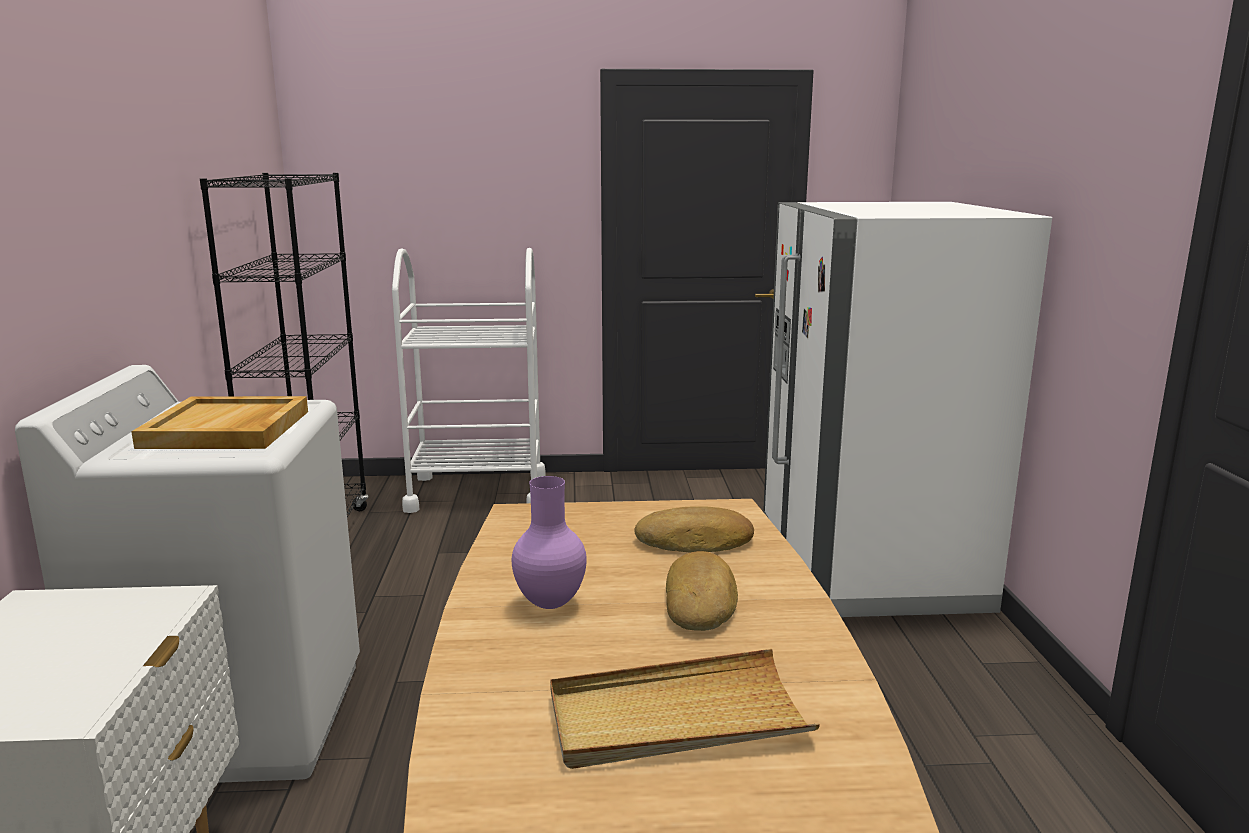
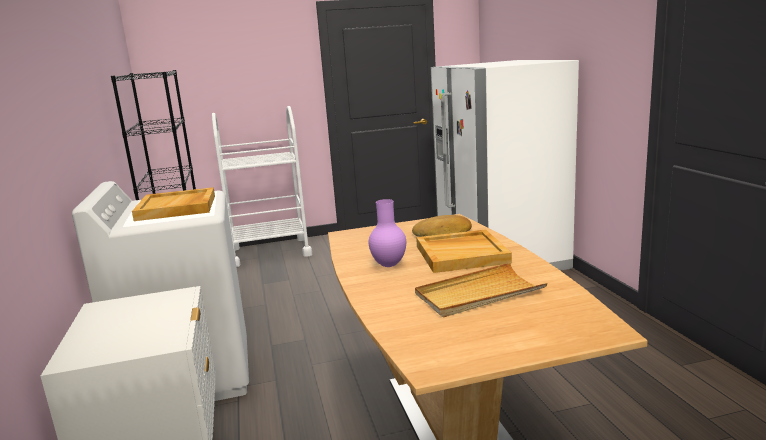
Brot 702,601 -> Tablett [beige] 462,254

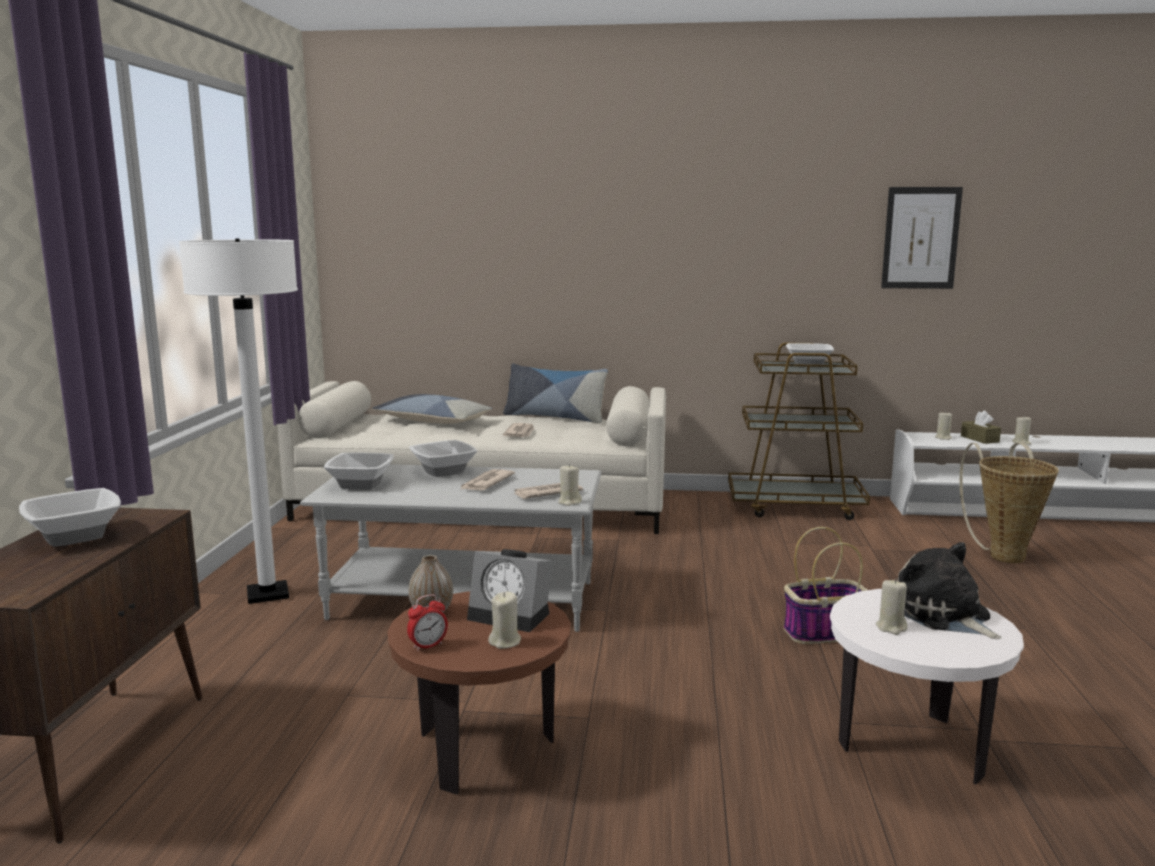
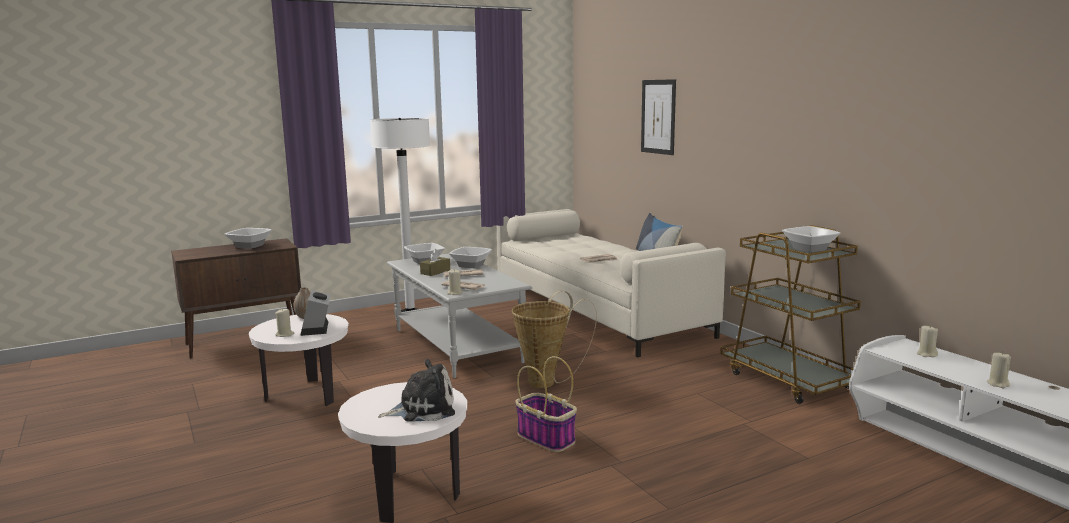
Kissen 432,421 -> none
Wecker 428,646 -> none
Kerze [beige] 891,627 -> none
Bild 920,238 -> Bild 658,117, relocated
Korb 1003,554 -> Korb 547,382, relocated
Taschentuchbox [braun] 979,439 -> Taschentuchbox [braun] 435,272, relocated
Beistelltisch [braun] 484,750 -> Beistelltisch [weiß] 305,395
Plüschtier 943,615 -> Plüschtier 423,409, 45 degrees clockwise

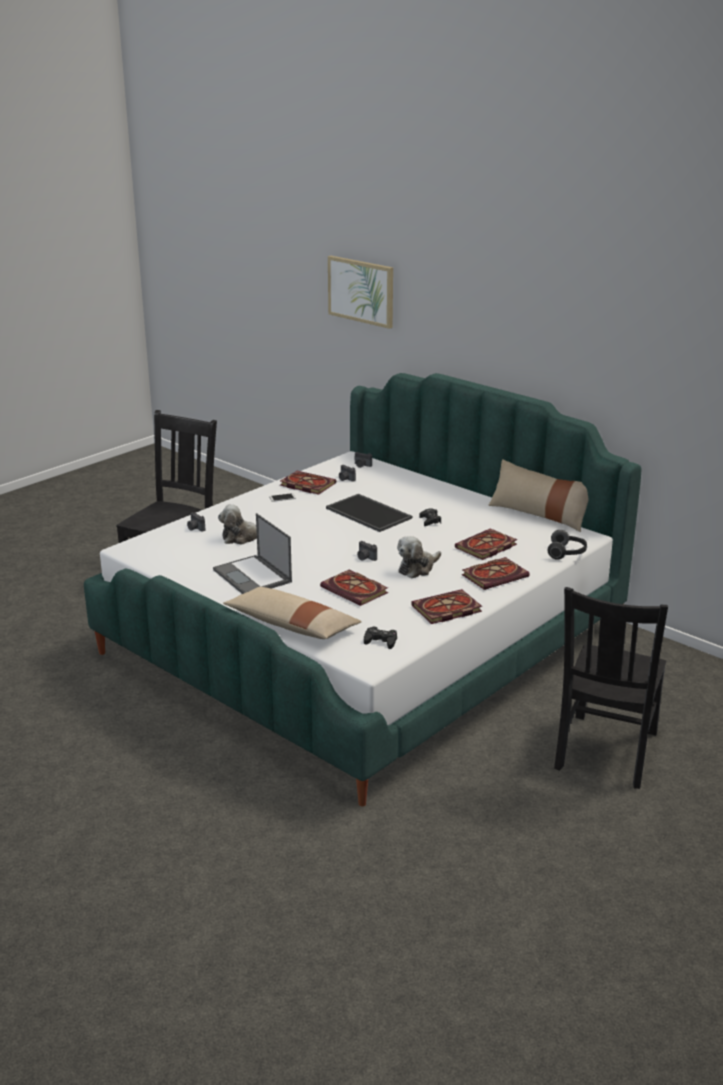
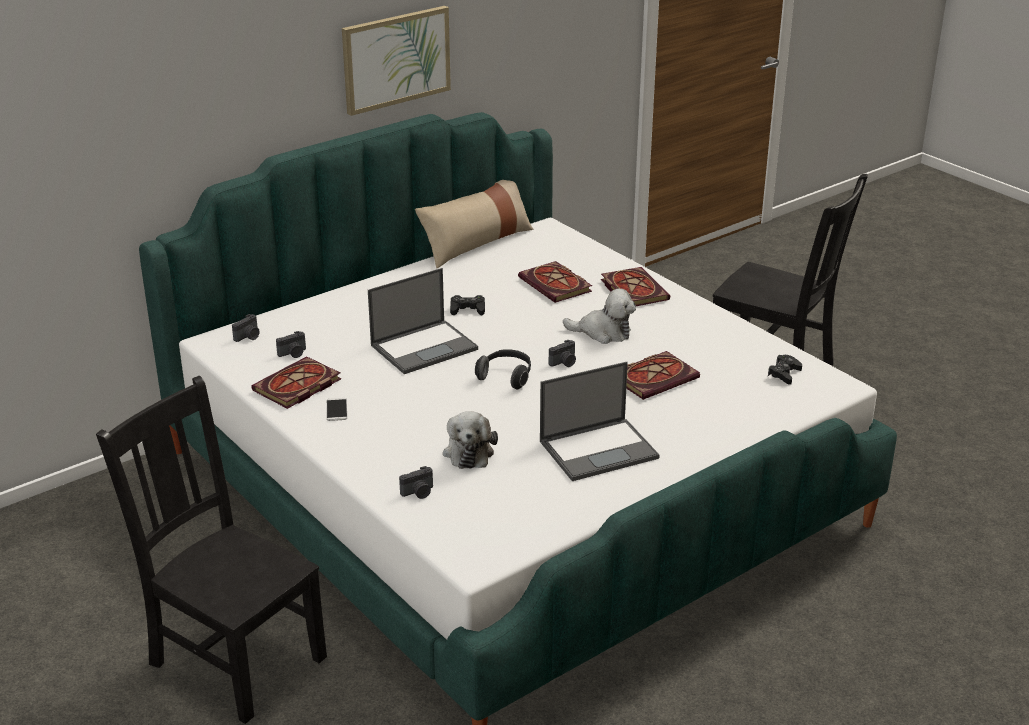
Kissen [beige] 292,625 -> none
Buch 446,610 -> none
Bild 361,291 -> Bild 396,59, relocated
Kopfhörer 567,553 -> Kopfhörer 506,377, relocated
Tablett 370,513 -> Laptop 425,347
Plüschtier 417,568 -> Plüschtier 603,332, 45 degrees counterclockwise

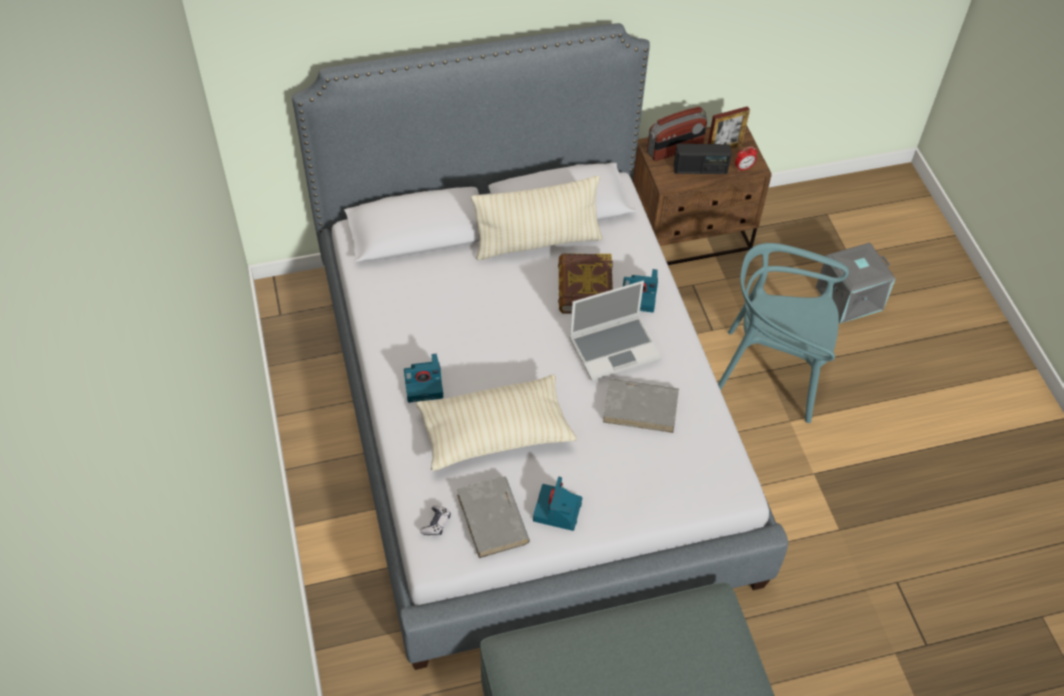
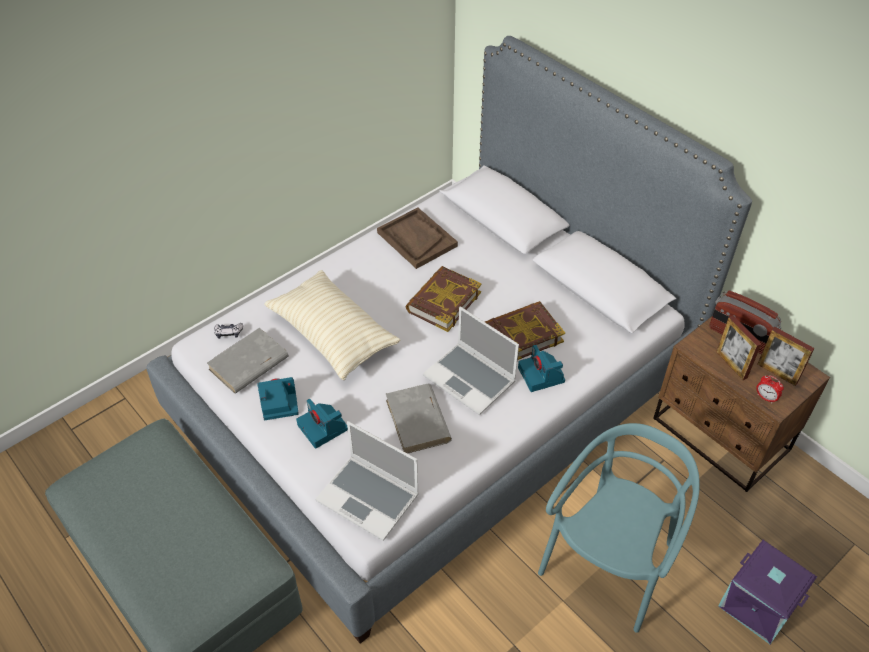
Kissen [beige] 537,242 -> none
none -> Laptop 369,498
none -> Tablett [braun] 416,239
none -> Buch 443,302
Kamera 424,384 -> Kamera 324,428, relocated
Radio 700,169 -> Bilderrahmen 731,365
Aufbewahrungsbox [grau] 849,297 -> Aufbewahrungsbox [lila] 759,604
Stuhl [türkis] 771,372 -> Stuhl [türkis] 609,563, 45 degrees clockwise

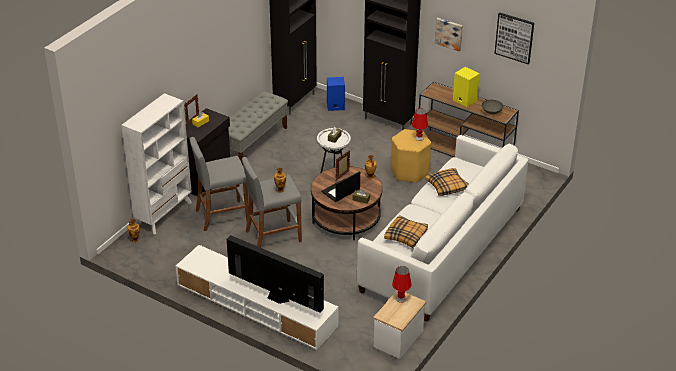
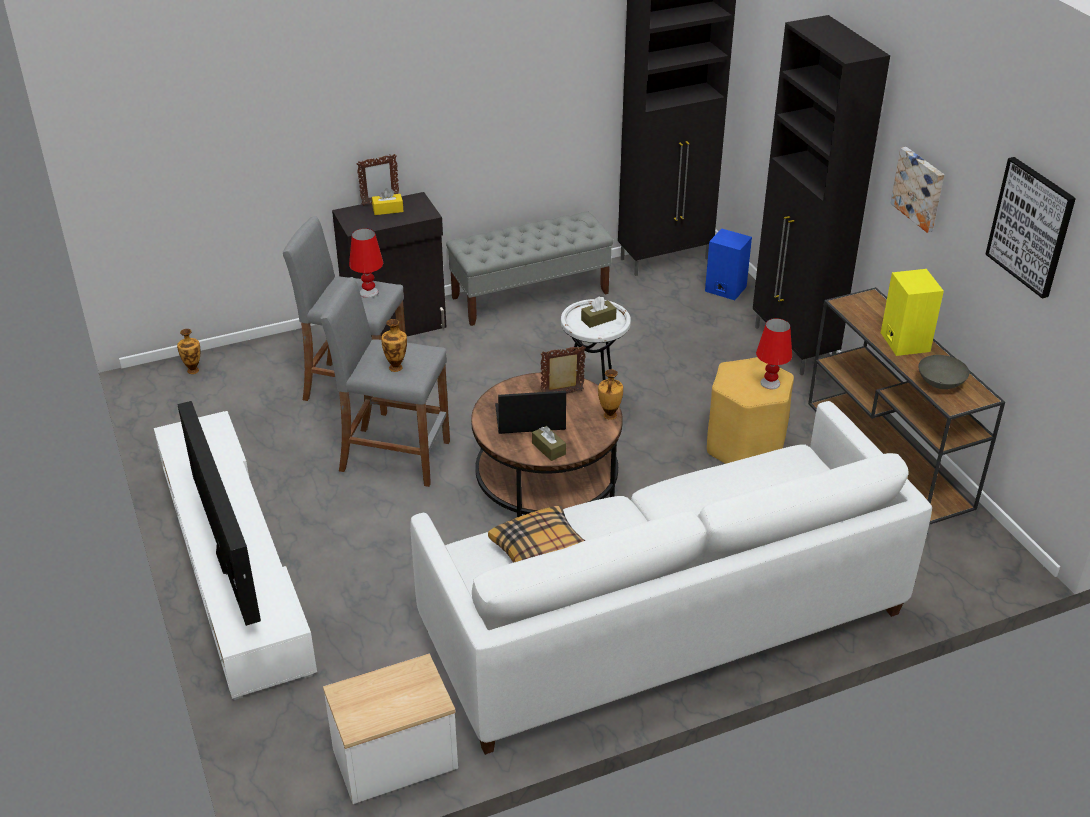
Bücherregal [weiß] 164,214 -> none
Kissen 447,186 -> none
Tischlampe [rot] 400,298 -> Tischlampe [rot] 369,292, relocated

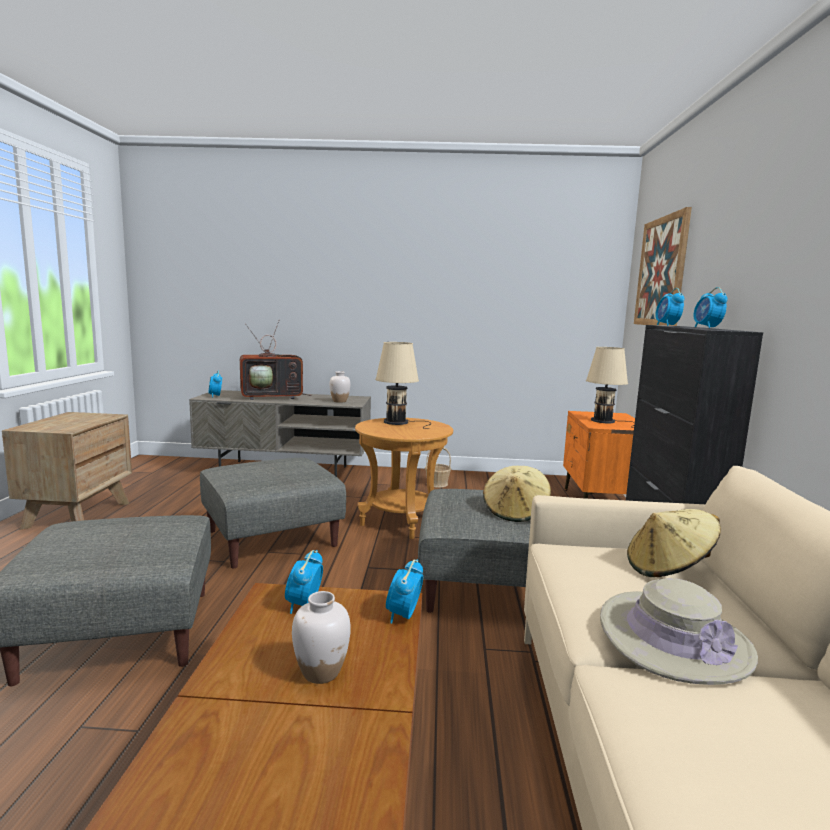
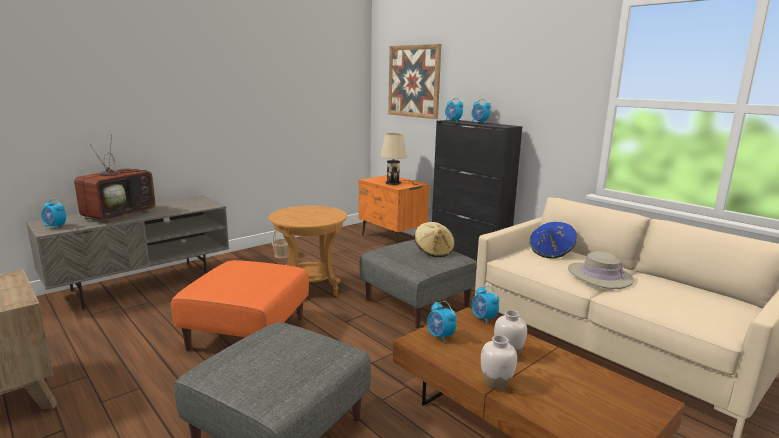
Tischlampe [beige] 399,422 -> none
Vase [weiß] 339,401 -> Vase [weiß] 496,384, relocated
Polsterhocker [grau] 272,538 -> Polsterhocker [orange] 247,333
Hut [beige] 668,569 -> Hut [blau] 551,253

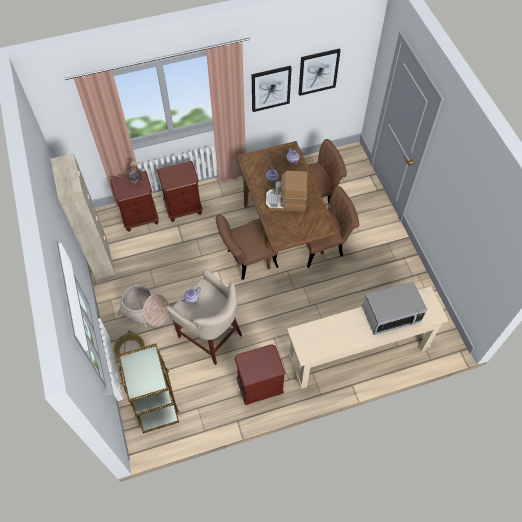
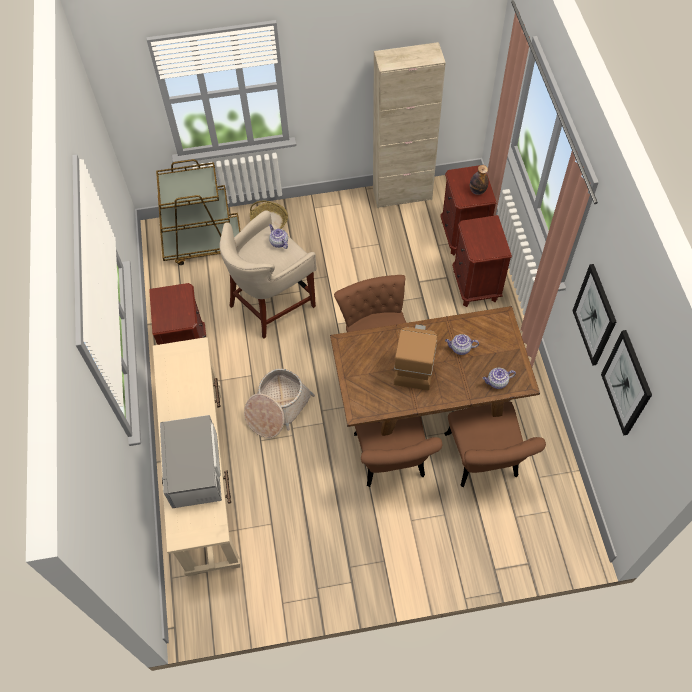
Korb 145,310 -> Korb 277,408, relocated

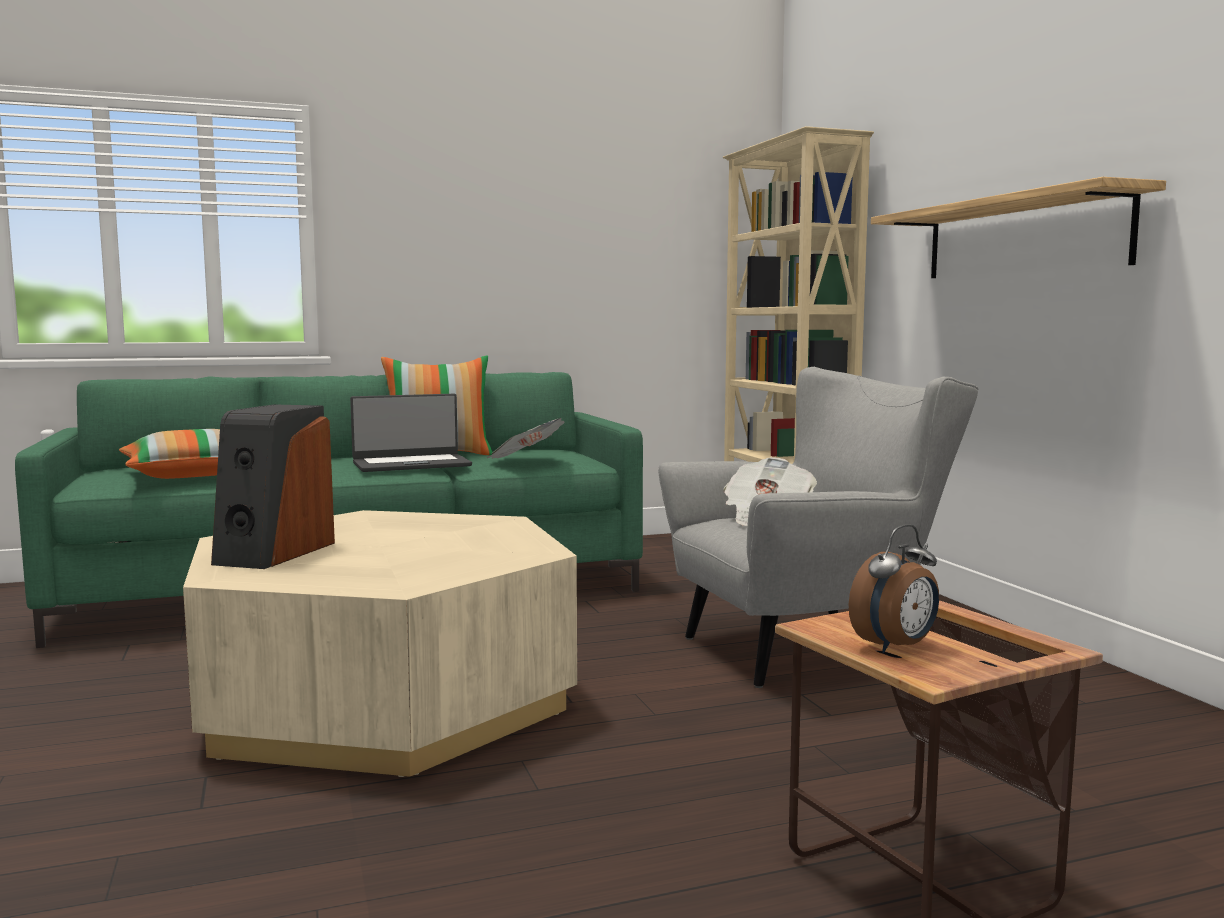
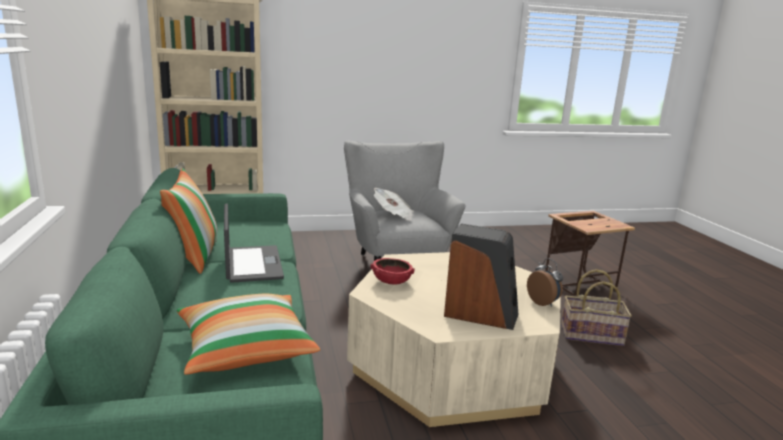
Zeitung 525,461 -> none
Wandregal 1022,237 -> none
none -> Schüssel [rot] 391,281
none -> Korb 591,335
Wecker 896,647 -> Wecker 543,302, relocated

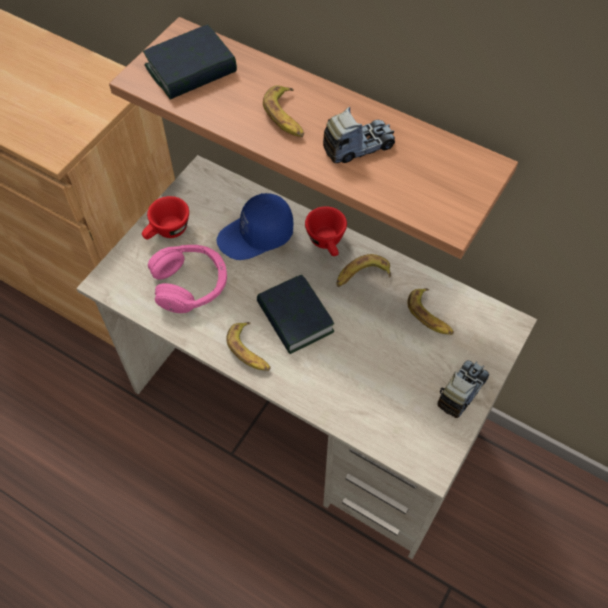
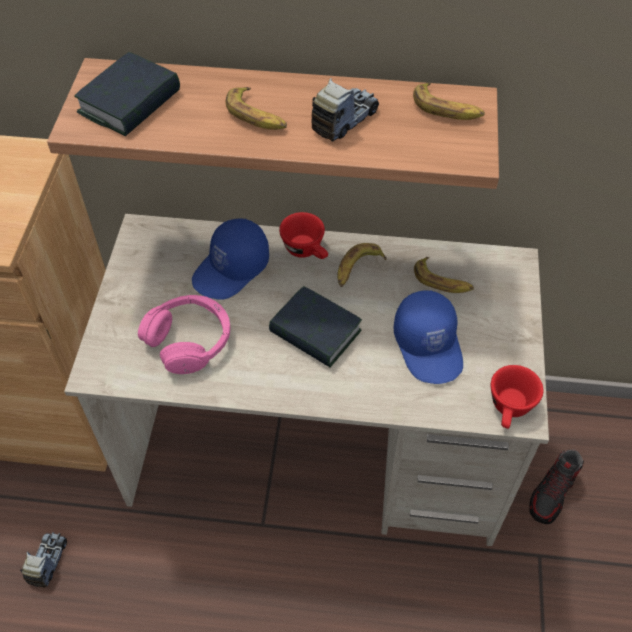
none -> Kappe [blau] 429,346
none -> Schuh 552,493
Tasse [rot] 167,232 -> Tasse [rot] 510,409, relocated
Banane 250,351 -> Banane 447,109, relocated
Spielzeuglaster 461,391 -> Spielzeuglaster 47,561, relocated

